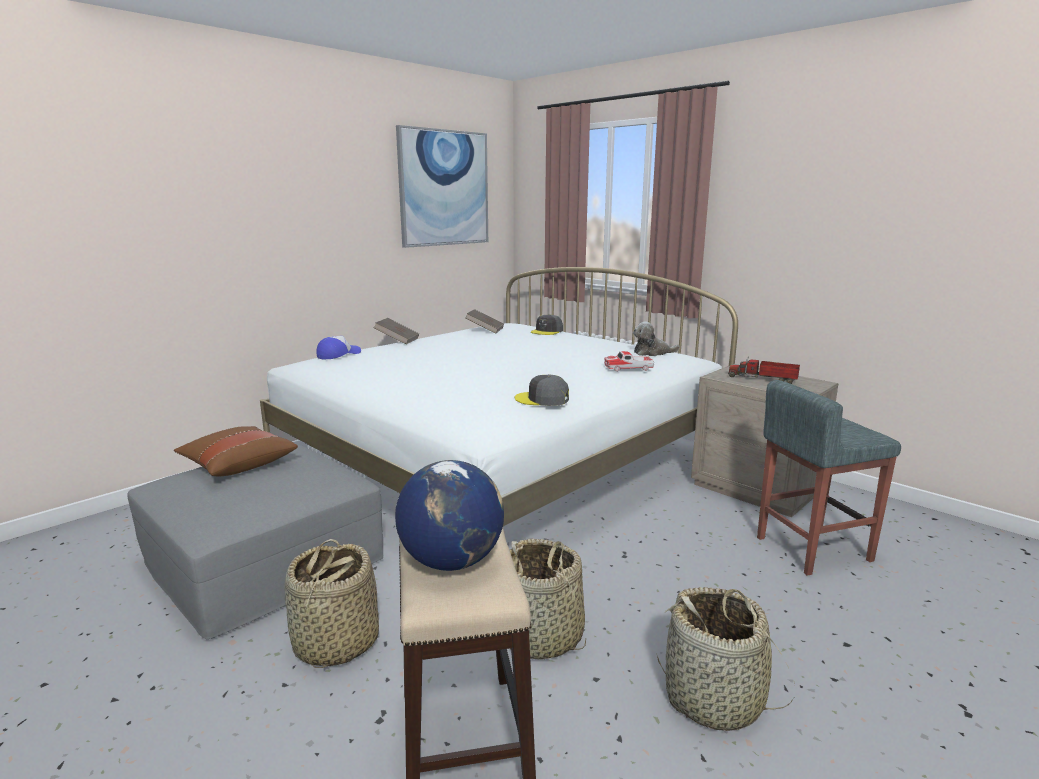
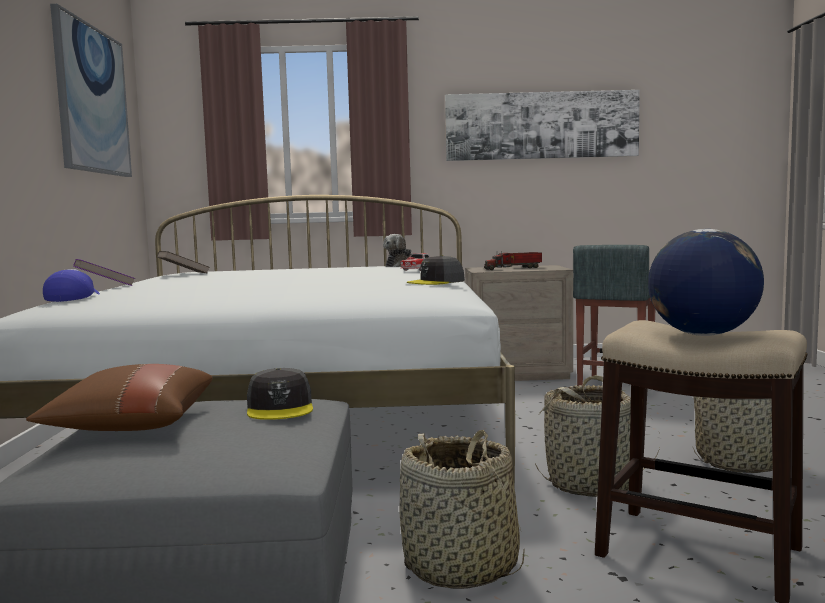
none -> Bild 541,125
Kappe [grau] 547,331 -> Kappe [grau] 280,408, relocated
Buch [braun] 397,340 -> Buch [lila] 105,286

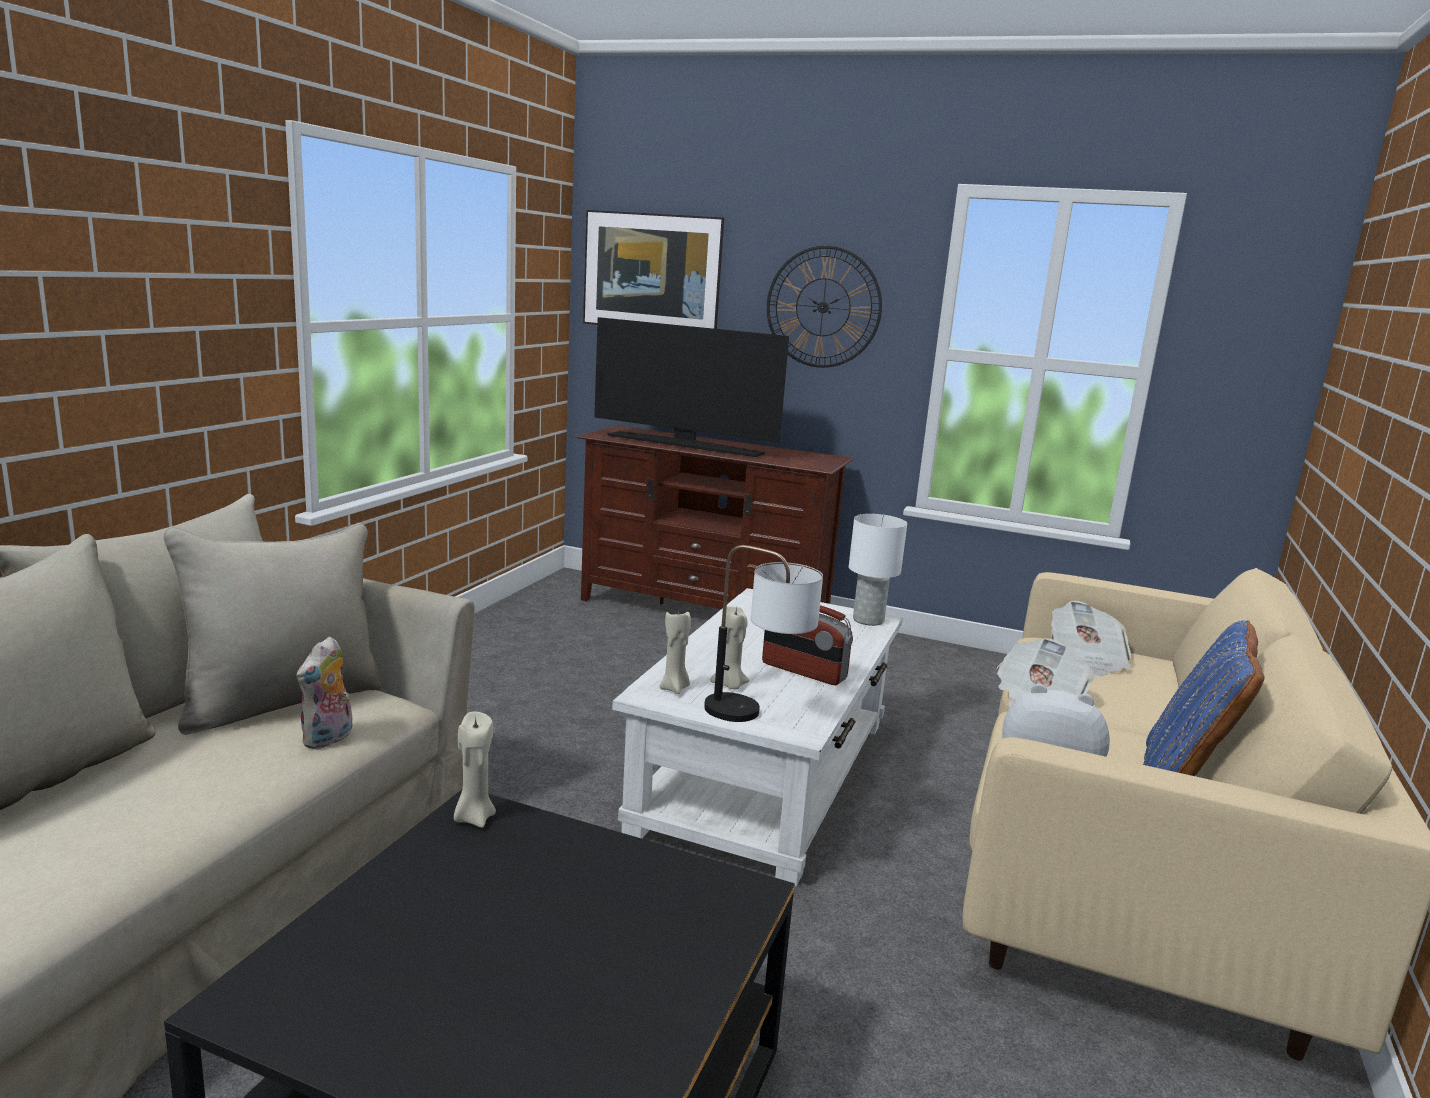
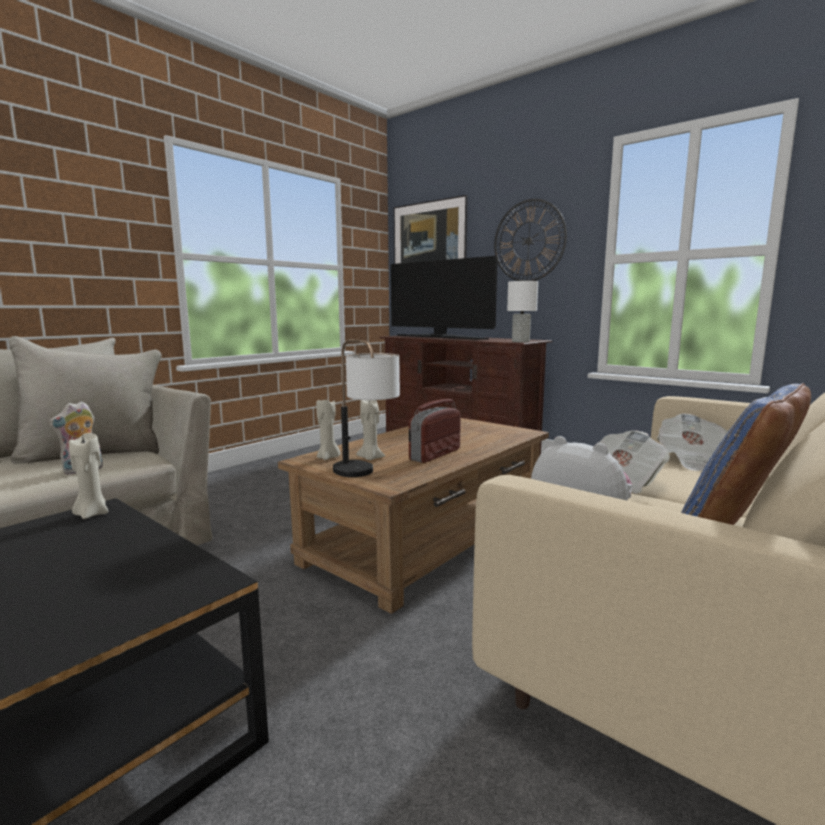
Tischlampe [weiß] 869,620 -> Tischlampe [weiß] 521,341, relocated
Couchtisch [weiß] 765,775 -> Couchtisch [braun] 426,539
Radio 803,671 -> Radio 434,454, 75 degrees clockwise

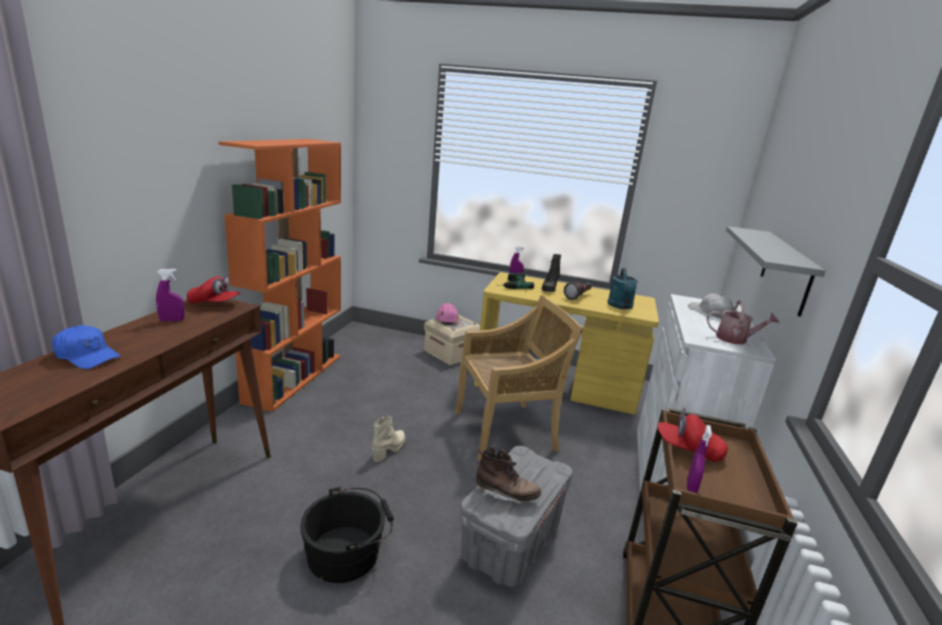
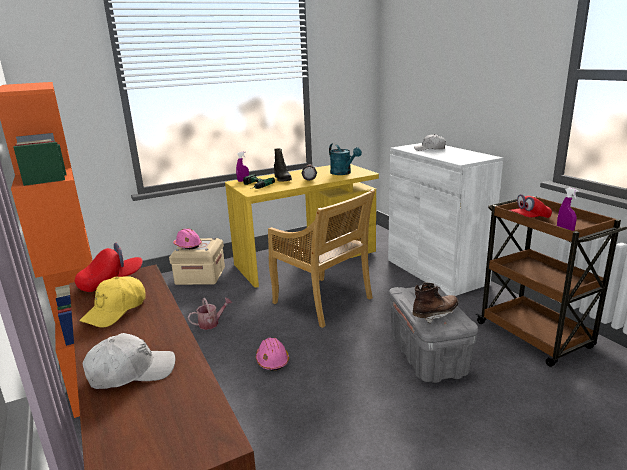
Eimer [schwarz] 348,552 -> none
Wandregal [grau] 786,271 -> none
Gießkanne 735,339 -> Gießkanne 211,323, relocated
Sprühflasche [lila] 172,320 -> Kappe [gelb] 116,310
Stiefel [beige] 389,449 -> Schutzhelm [rosa] 272,360
Kappe [blau] 87,356 -> Kappe [weiß] 131,372
Stuhl [beige] 506,430 -> Stuhl [beige] 323,301, 105 degrees clockwise

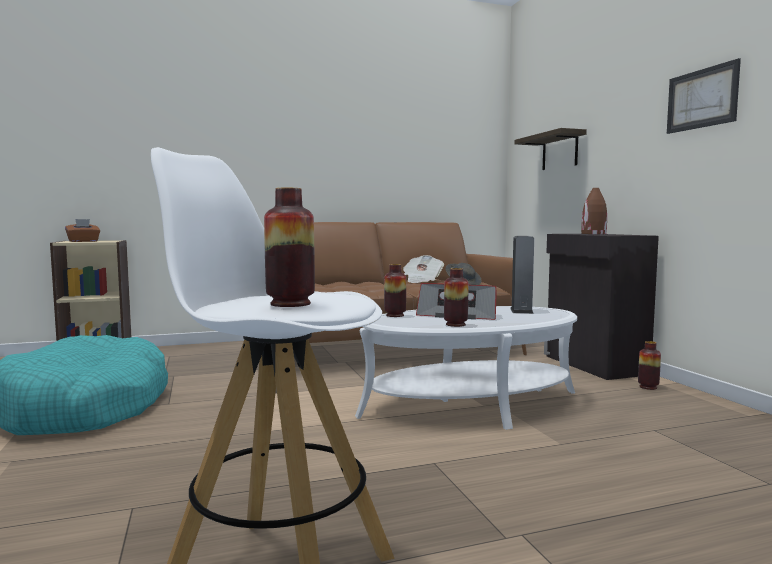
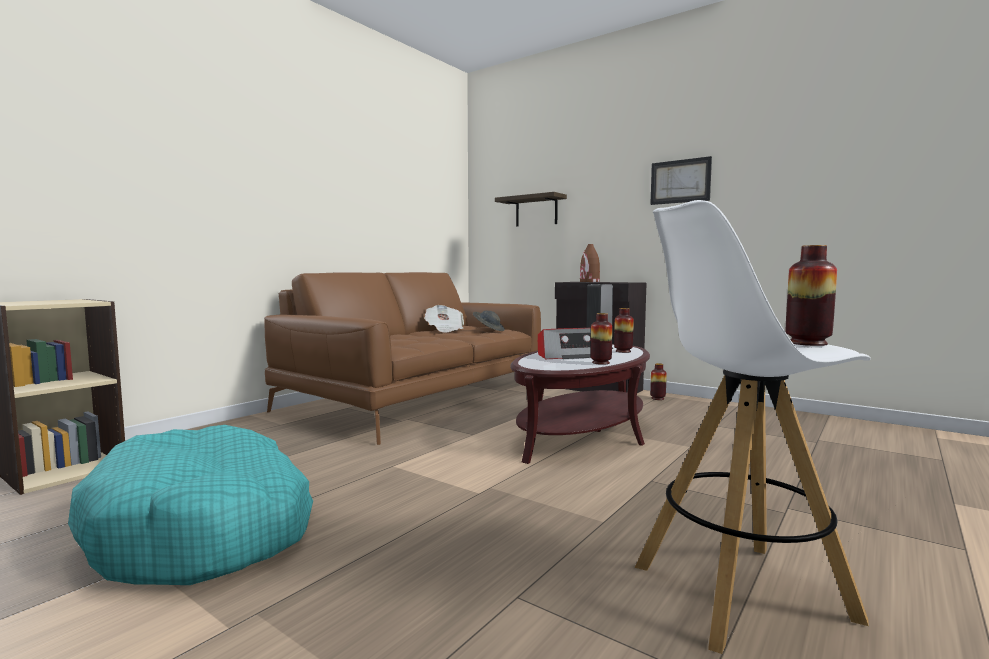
Taschentuchbox [braun] 83,241 -> none
Vase 395,315 -> Vase 623,351, relocated
Couchtisch [weiß] 471,403 -> Couchtisch [braun] 582,432

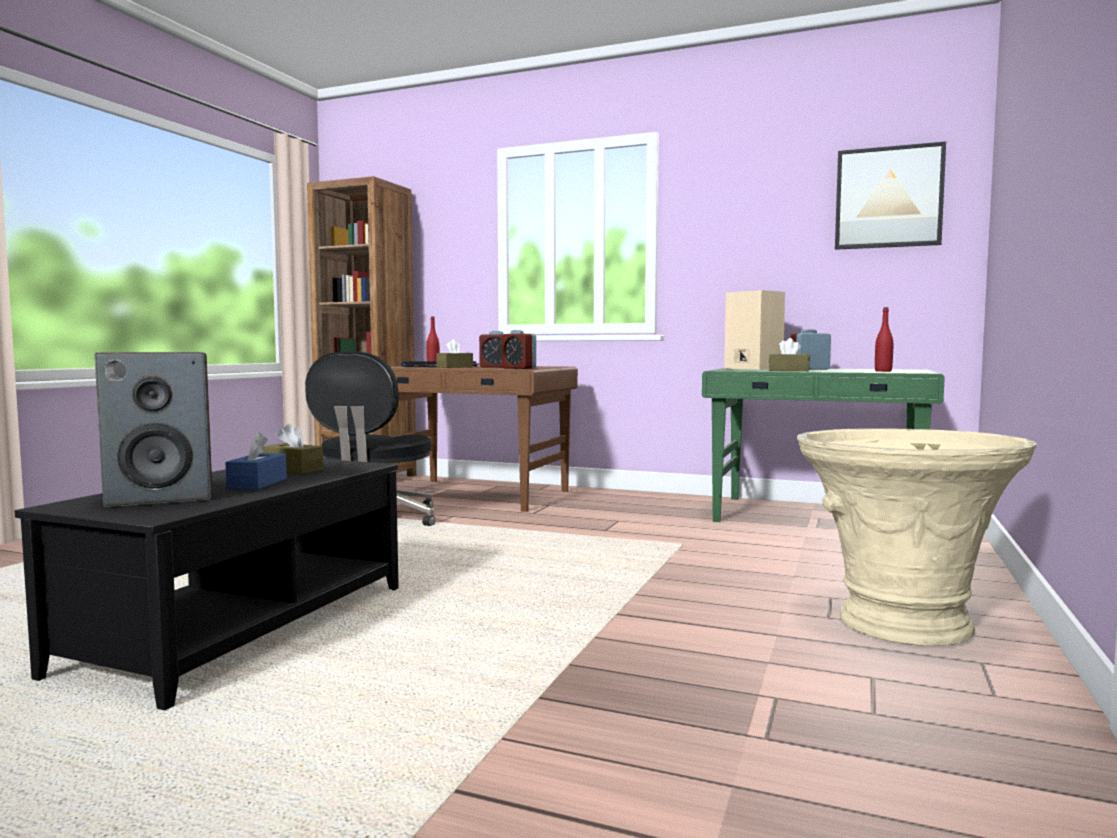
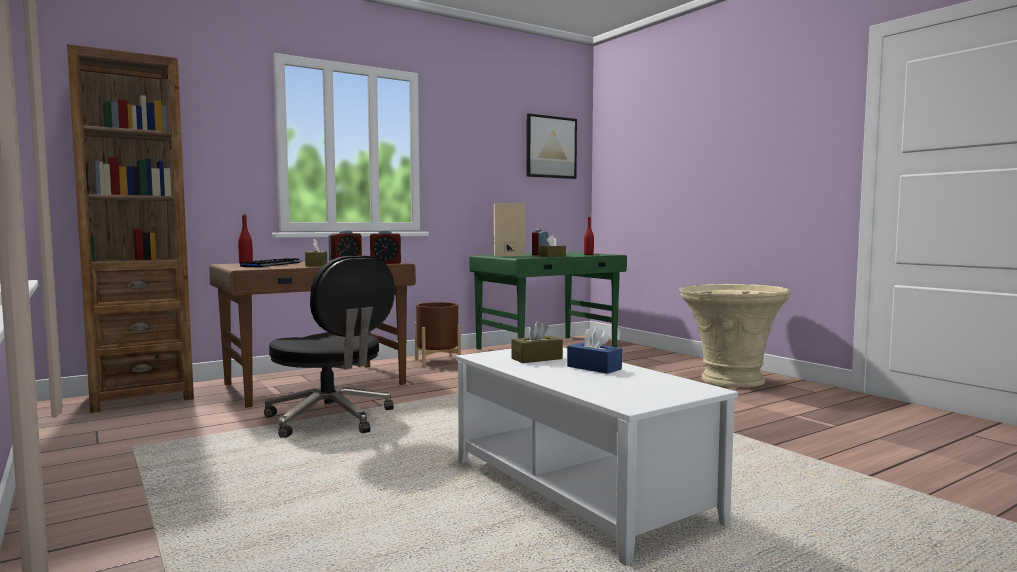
Lautsprecher 162,497 -> none
none -> Pflanzkübel [braun] 437,361
Couchtisch [schwarz] 241,627 -> Couchtisch [weiß] 576,491

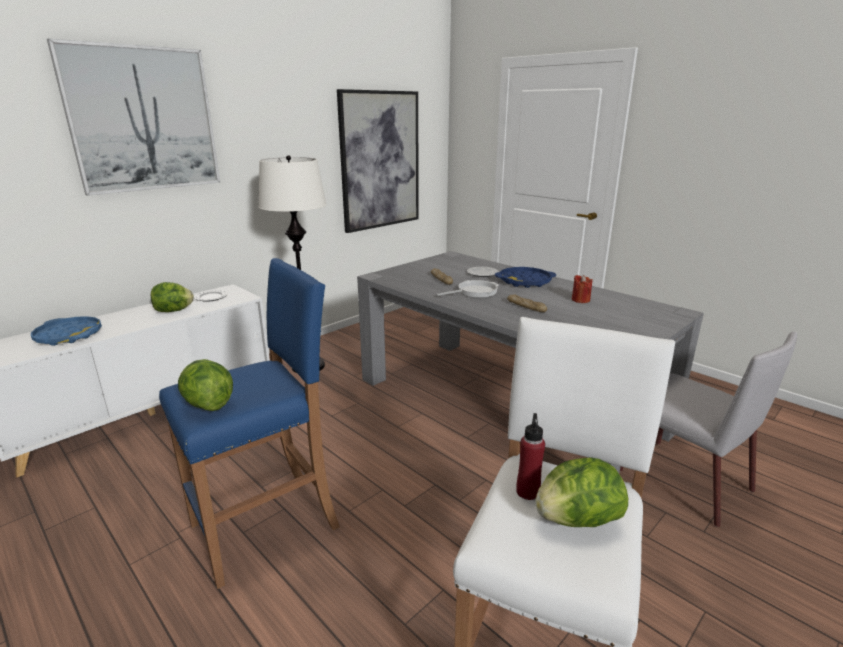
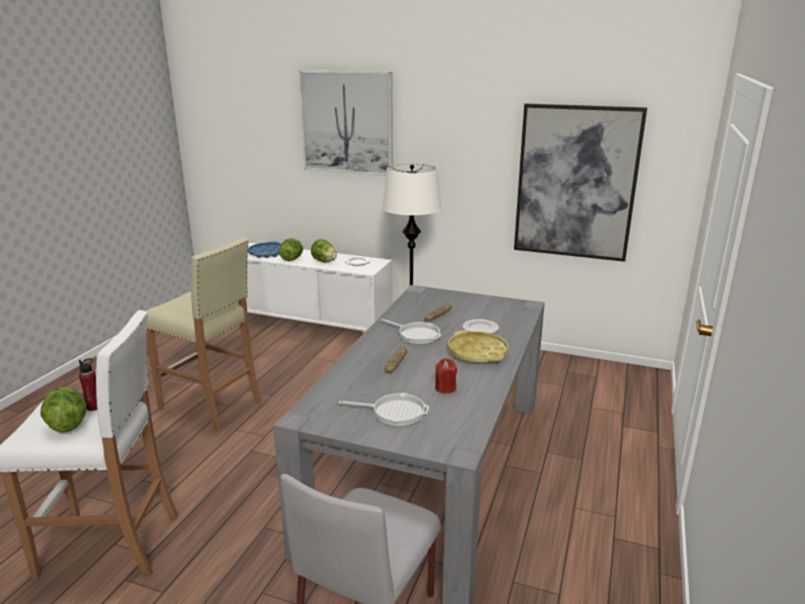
none -> Pfanne 394,412
Salatkopf 207,404 -> Salatkopf 292,259, relocated
Hocker [blau] 267,526 -> Hocker [beige] 211,405
Tablett [blau] 524,281 -> Tablett [gelb] 477,352

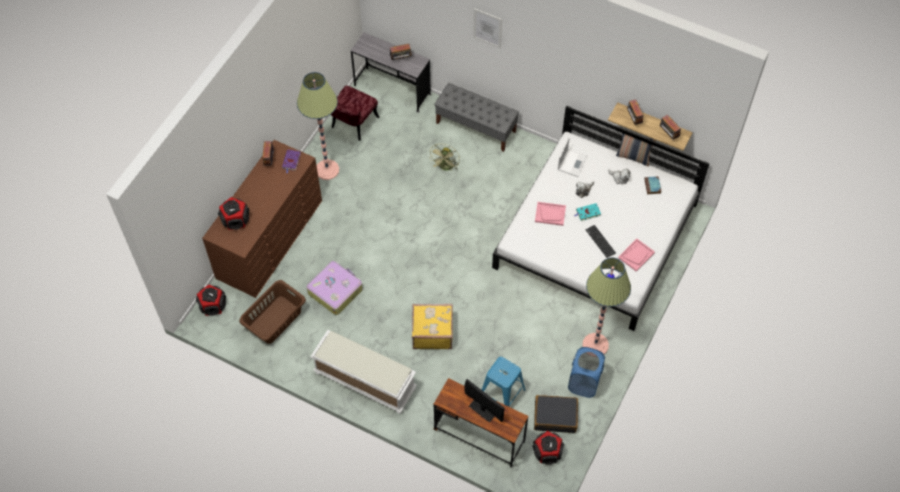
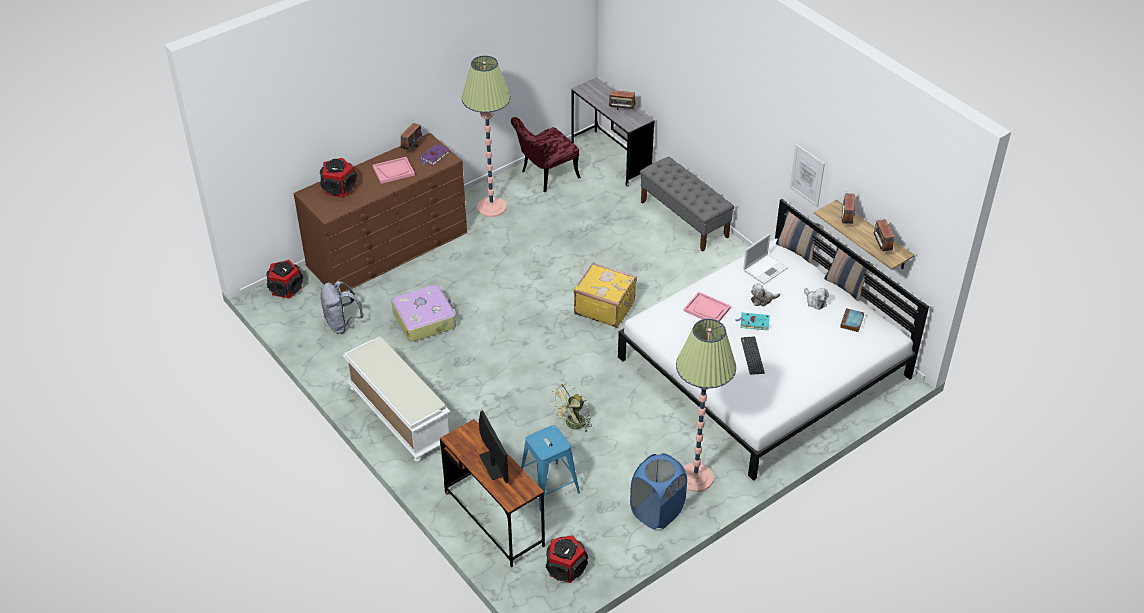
Koffer [schwarz] 555,416 -> none
none -> Kissen 797,250
Koffer [gelb] 432,332 -> Koffer [gelb] 604,307, relocated
Ventilator [grün] 445,168 -> Ventilator [grün] 573,425, relocated
Bild 487,28 -> Bild 807,175, relocated
Tablett [rosa] 636,255 -> Tablett [rosa] 393,171, relocated
Wäschekorb [braun] 275,320 -> Rucksack [grau] 342,324

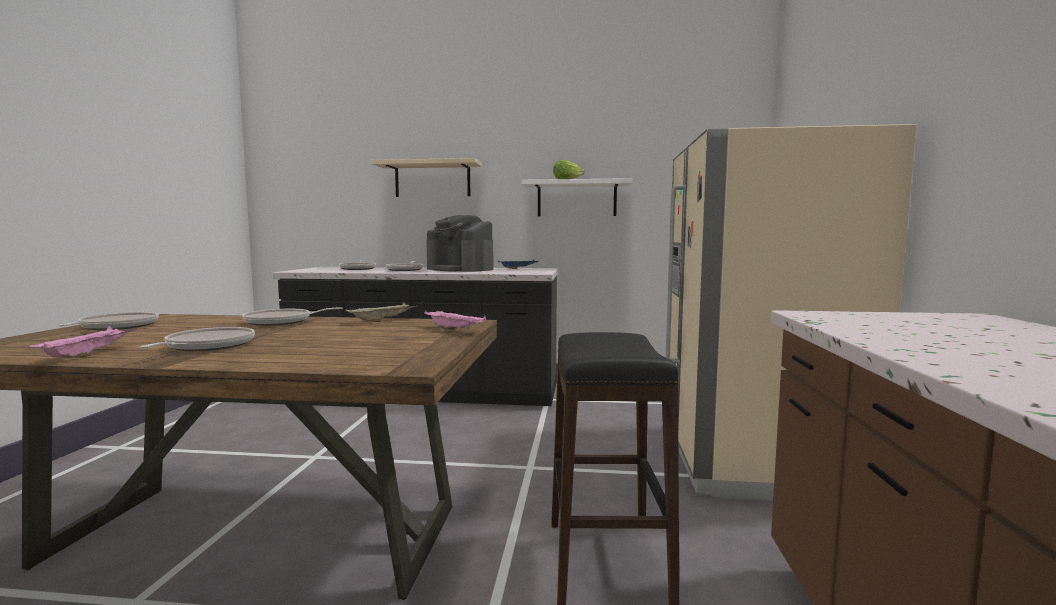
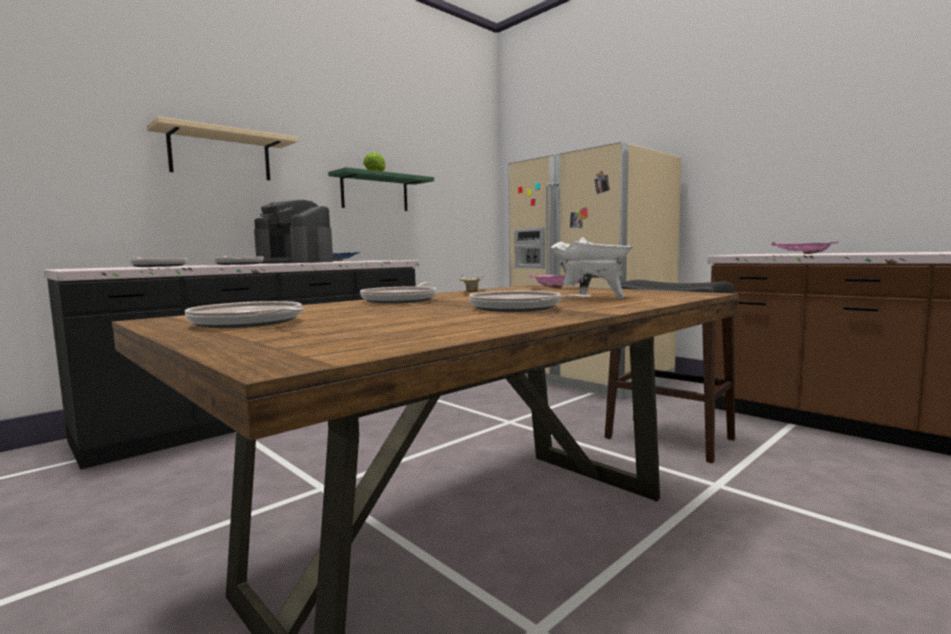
none -> Kochtopf [weiß] 591,298
Tablett [rosa] 88,354 -> Tablett [rosa] 801,254, relocated
Wandregal [weiß] 576,199 -> Wandregal [grün] 375,193
Kaffeemaschine 461,269 -> Kaffeemaschine 295,262, 45 degrees clockwise

